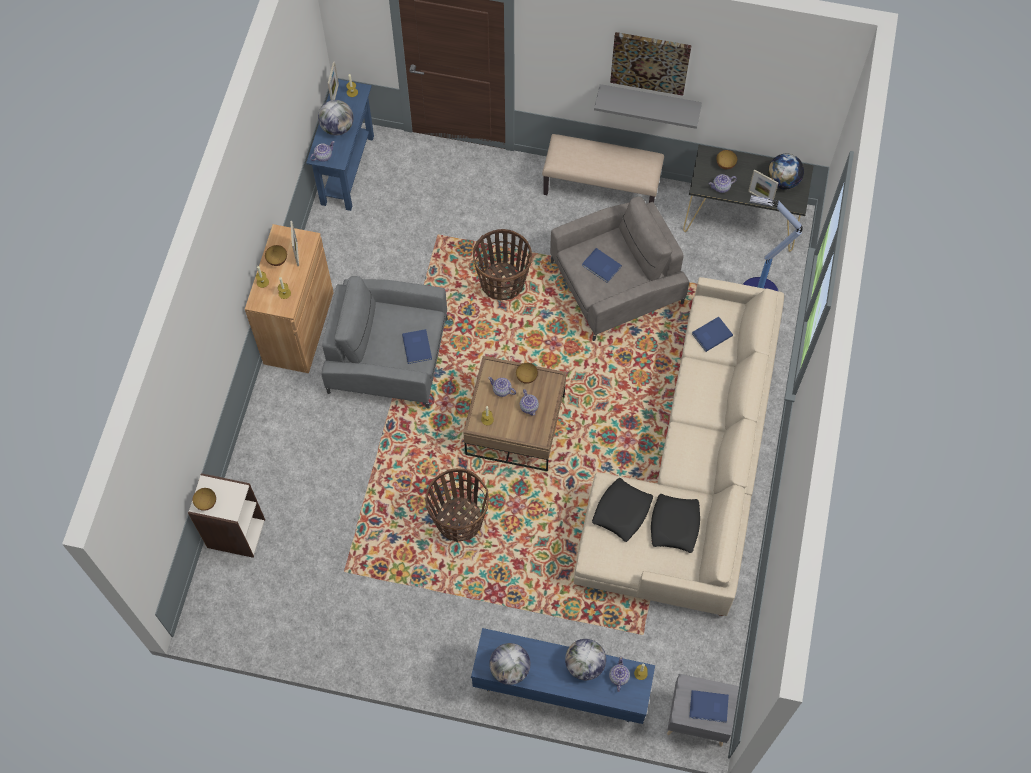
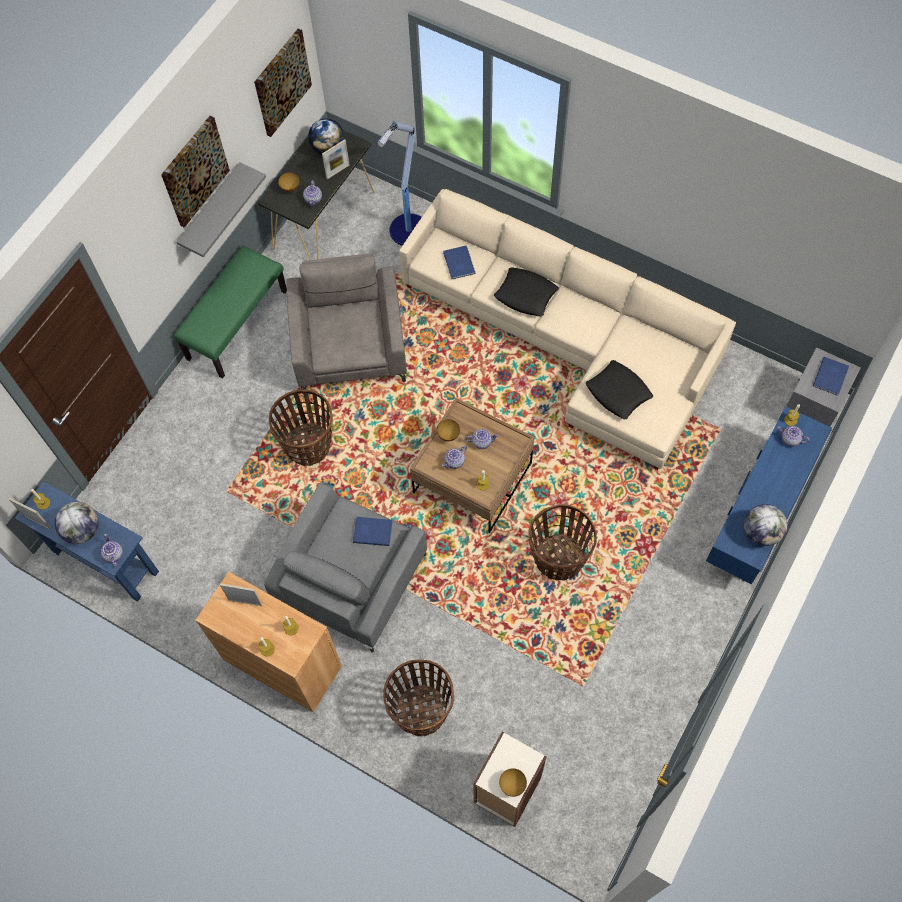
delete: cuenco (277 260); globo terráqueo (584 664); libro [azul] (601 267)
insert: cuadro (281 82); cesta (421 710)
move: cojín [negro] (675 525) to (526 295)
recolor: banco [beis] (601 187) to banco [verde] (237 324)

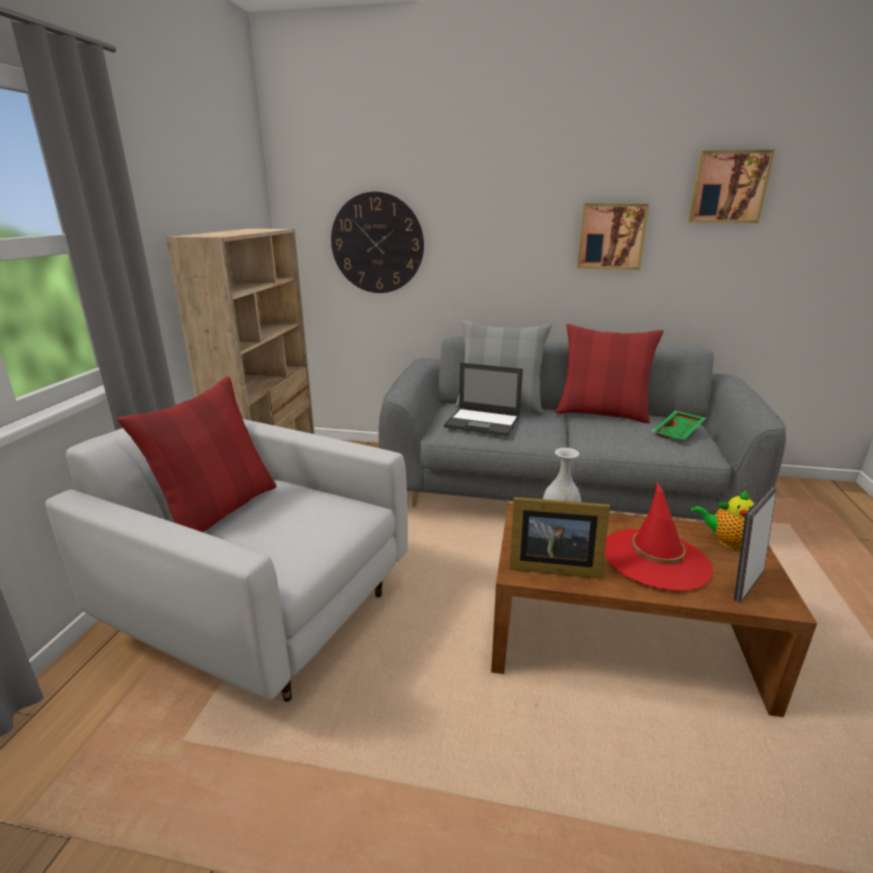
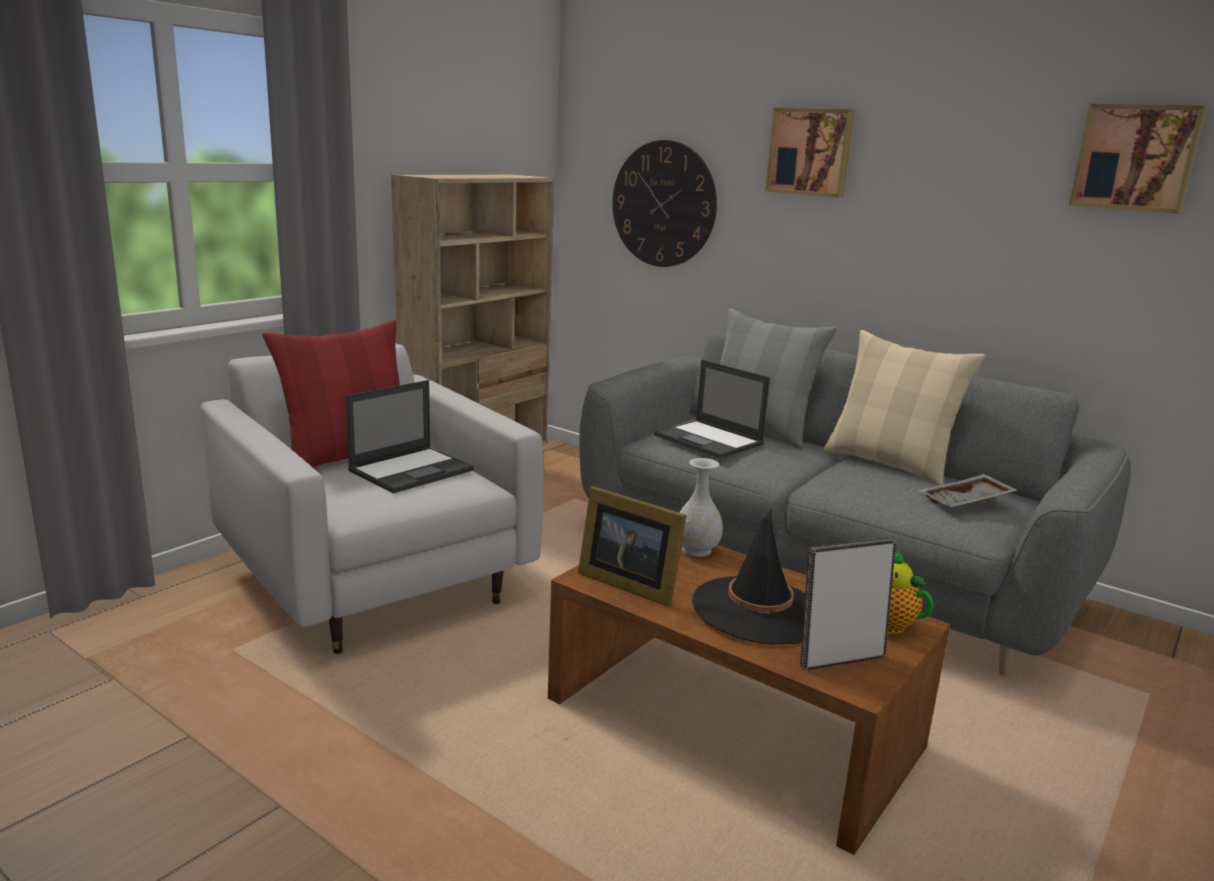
insert: portátil (412 470)
move: cuadro (611 236) to (810 152)
recolor: cojín [rojo] (602 414) to cojín [beis] (889 464); sombrero [rojo] (655 559) to sombrero [negro] (759 611); bandeja [verde] (678 432) to bandeja [gris] (967 502)

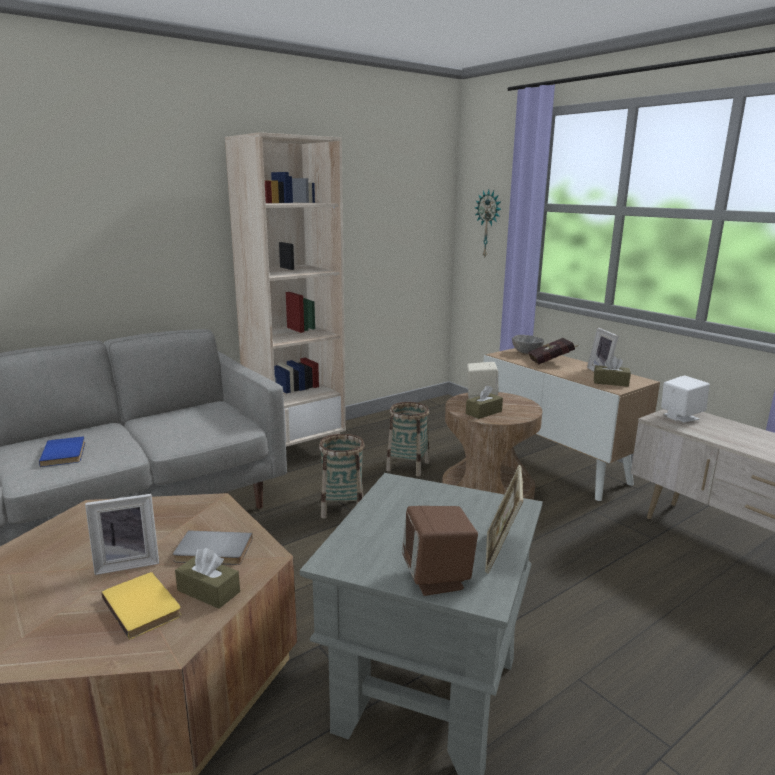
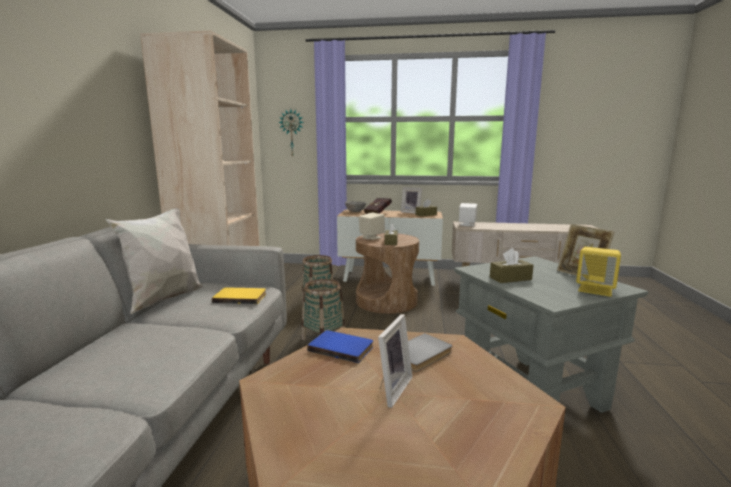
insert: cojín [blanco] (165 300)
move: libro [azul] (66 453) to (342 347); libro [amarillo] (144 606) to (240 297); caja de pañuelos [marrón] (208 591) to (510 278)
recolor: altavoz [marrón] (437 578) to altavoz [amarillo] (595 290)

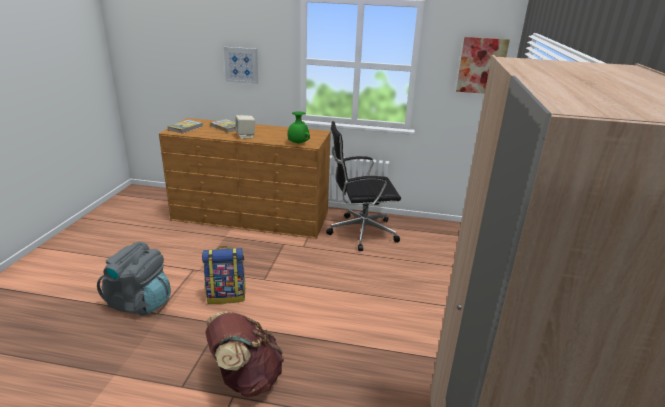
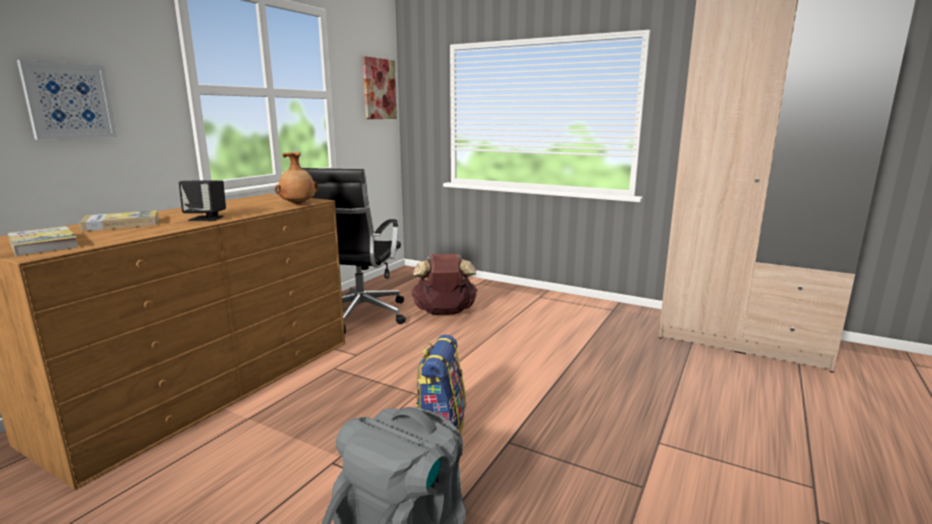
move: mochila [marrón] (246 379) to (444 313)
recolor: altavoz [beis] (245 136) to altavoz [negro] (207 218); florero [verde] (298 143) to florero [marrón] (298 204)

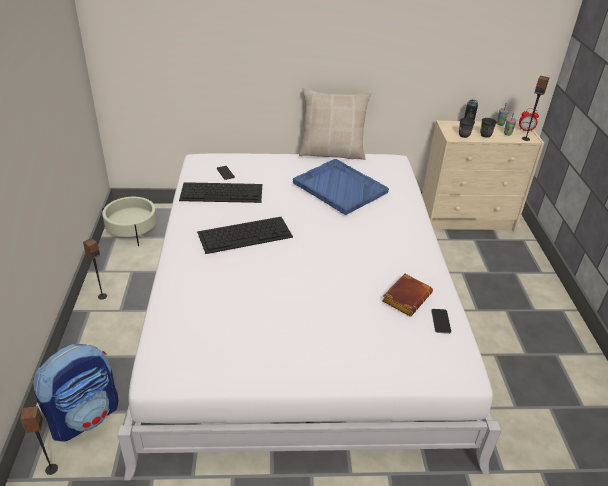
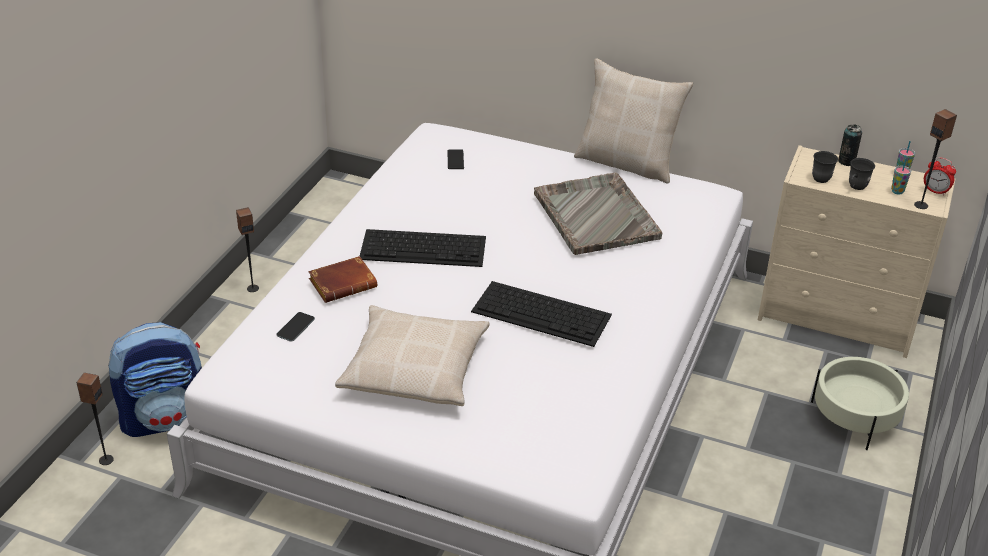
insert: cojín [beis] (415 368)
move: maceta [beis] (132 231) to (855 417); teclado (222 192) to (542 313); libro [marrón] (406 297) to (344 283); móvil (441 321) to (295 327)
recolor: bandeja [azul] (339 187) to bandeja [gris] (595 215)

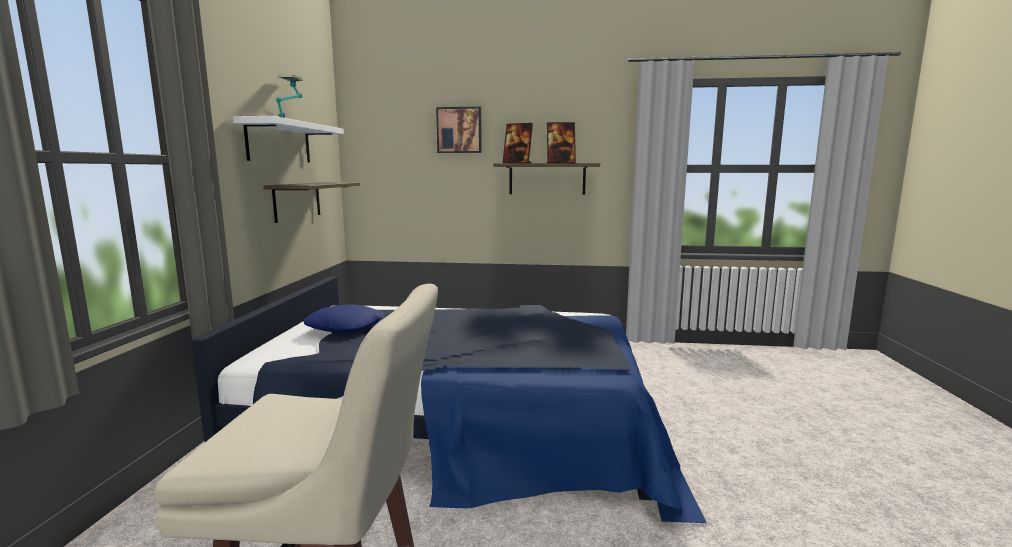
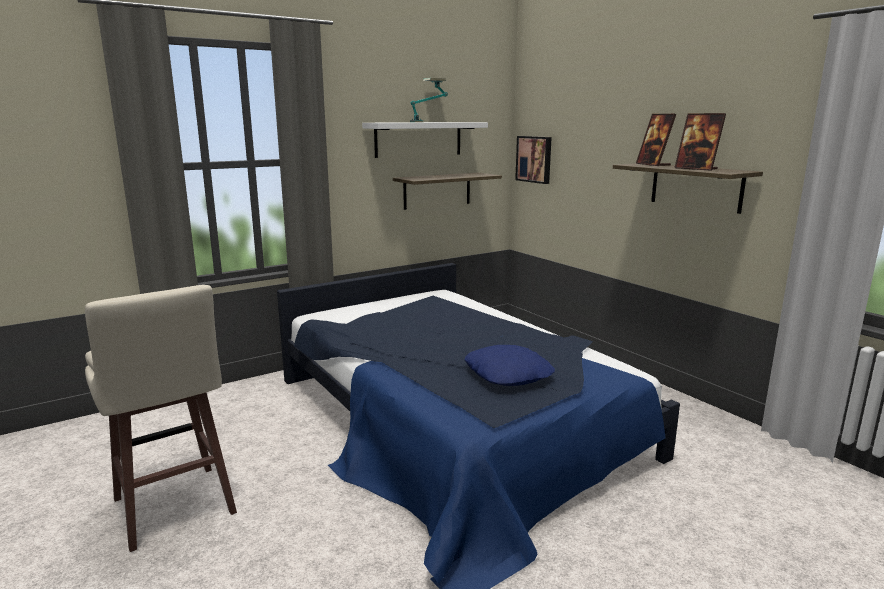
move: cojín [azul] (345 326) to (508 374); cuadro (459 130) to (534 159)

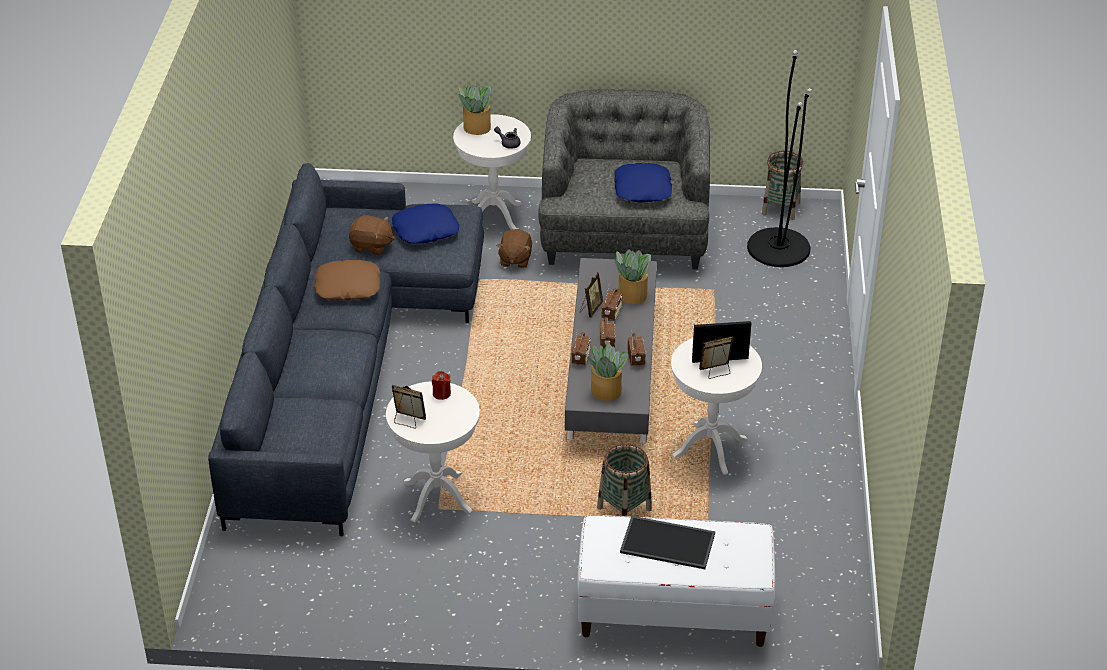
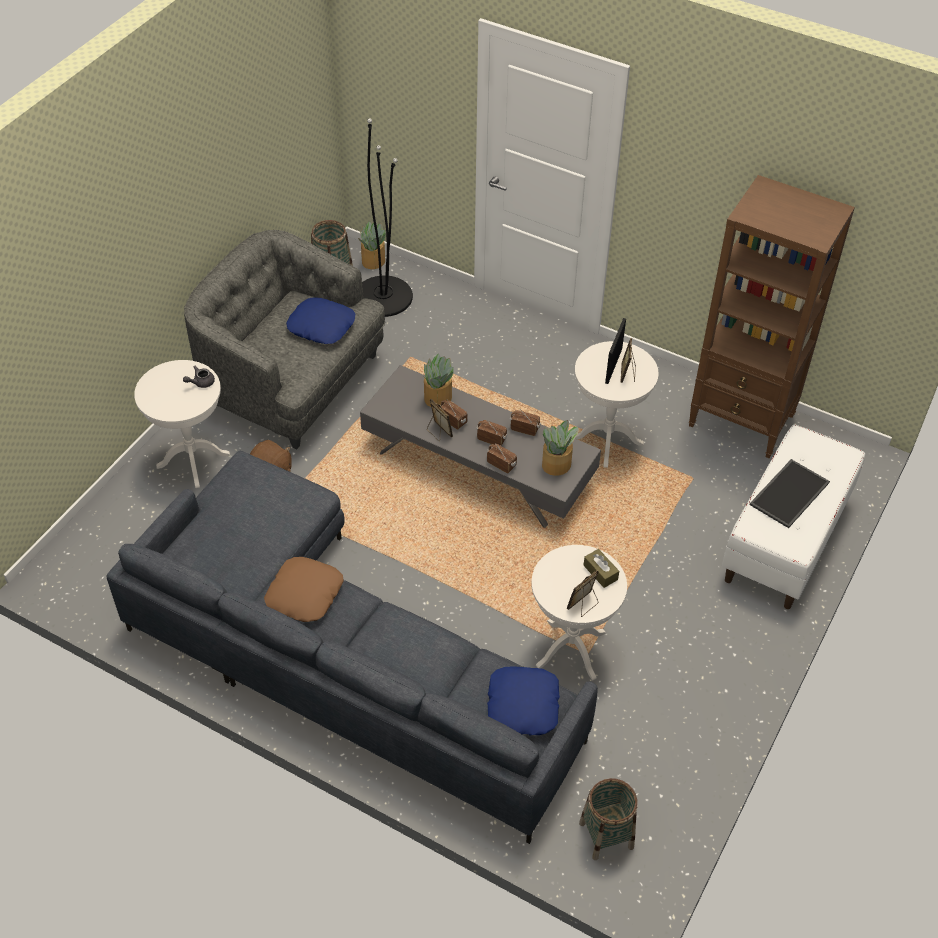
delete: peluche [marrón] (371 246); vela [rojo] (441 394)
insert: caja de pañuelos [marrón] (600 572); estantería [marrón] (742 421)
move: cojín [azul] (425 229) to (522 705); planta en maceta (476 127) to (373 261); cesta (624 509) to (606 835)

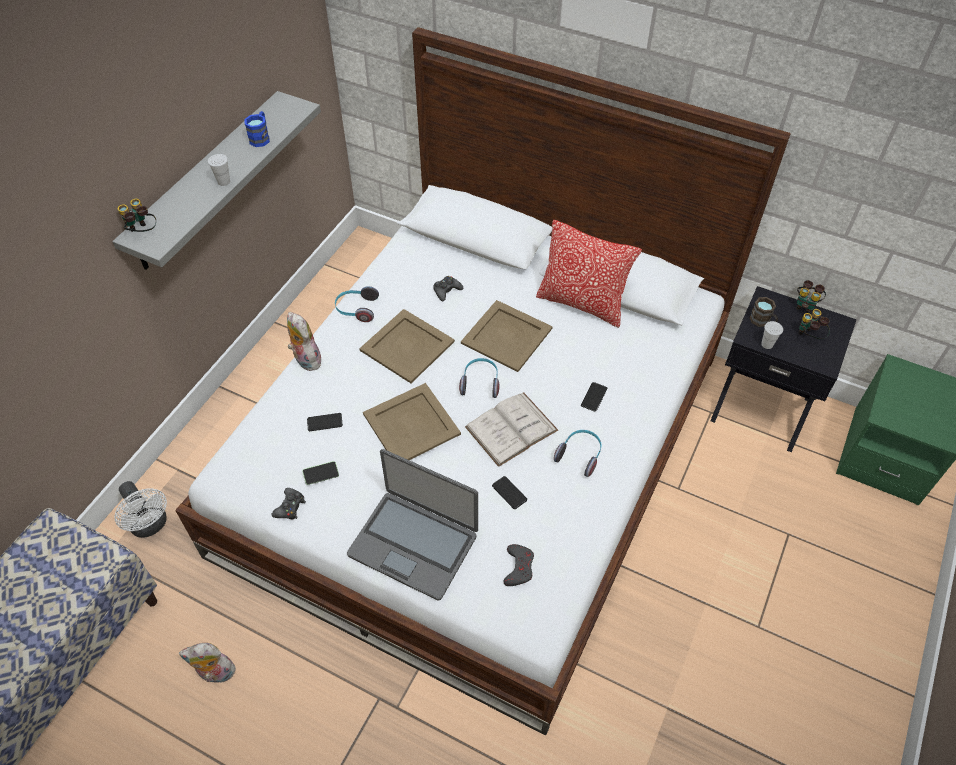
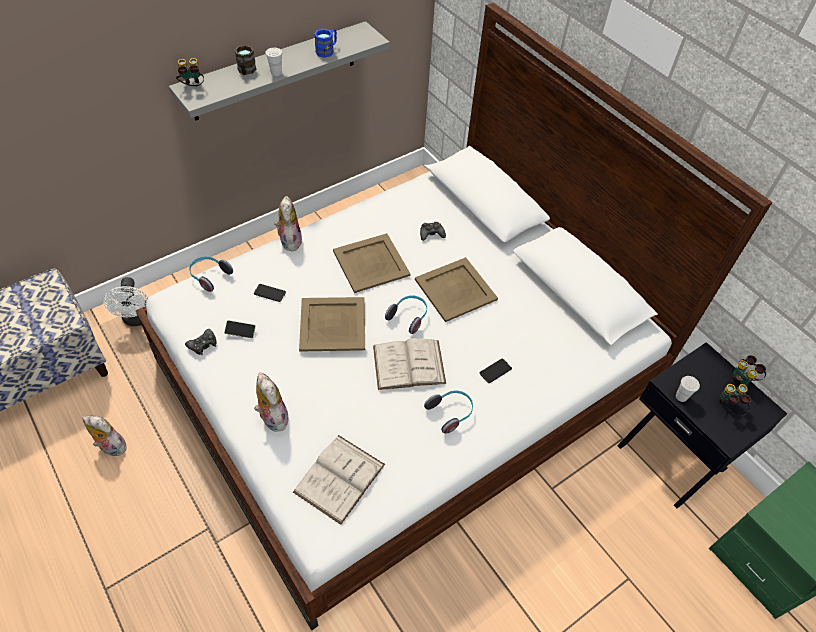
delete: móvil (509 493); cojín (582 303)
move: auriculares (356 309) to (209 276); taza grande [marrón] (762 322) to (246 71)
replace: portátil (414 544) to peluche (272 417); mando de consola [gris] (518 567) to libro [blanco] (339 478)

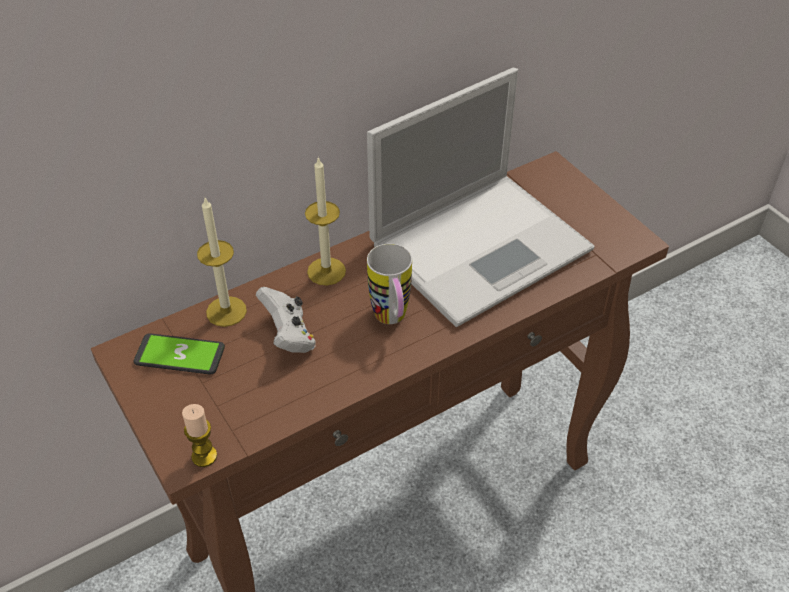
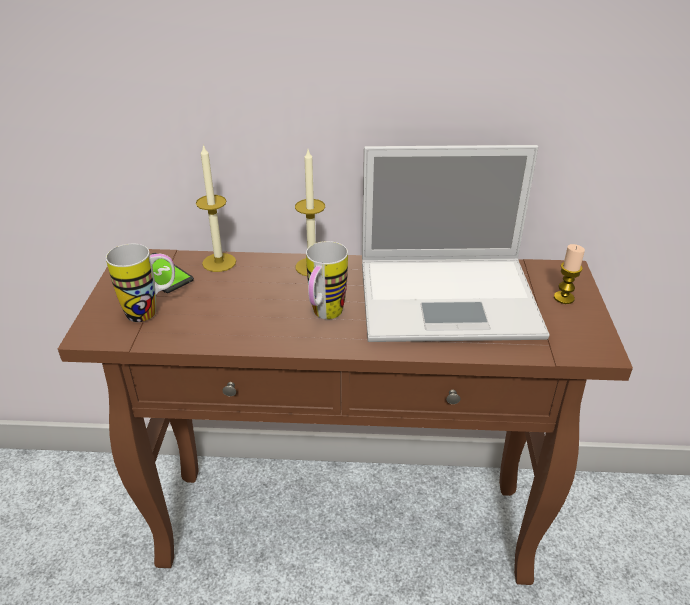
delete: mando de consola [blanco] (289 336)
insert: taza grande (151 312)
move: vela (204 456) to (564 298)

